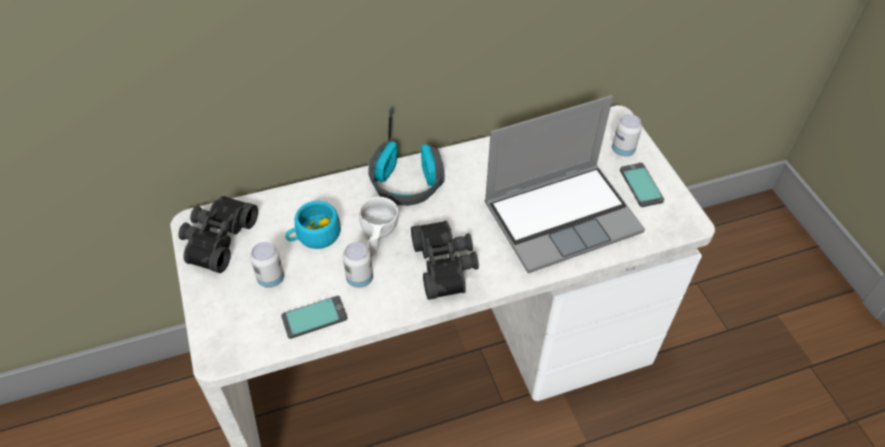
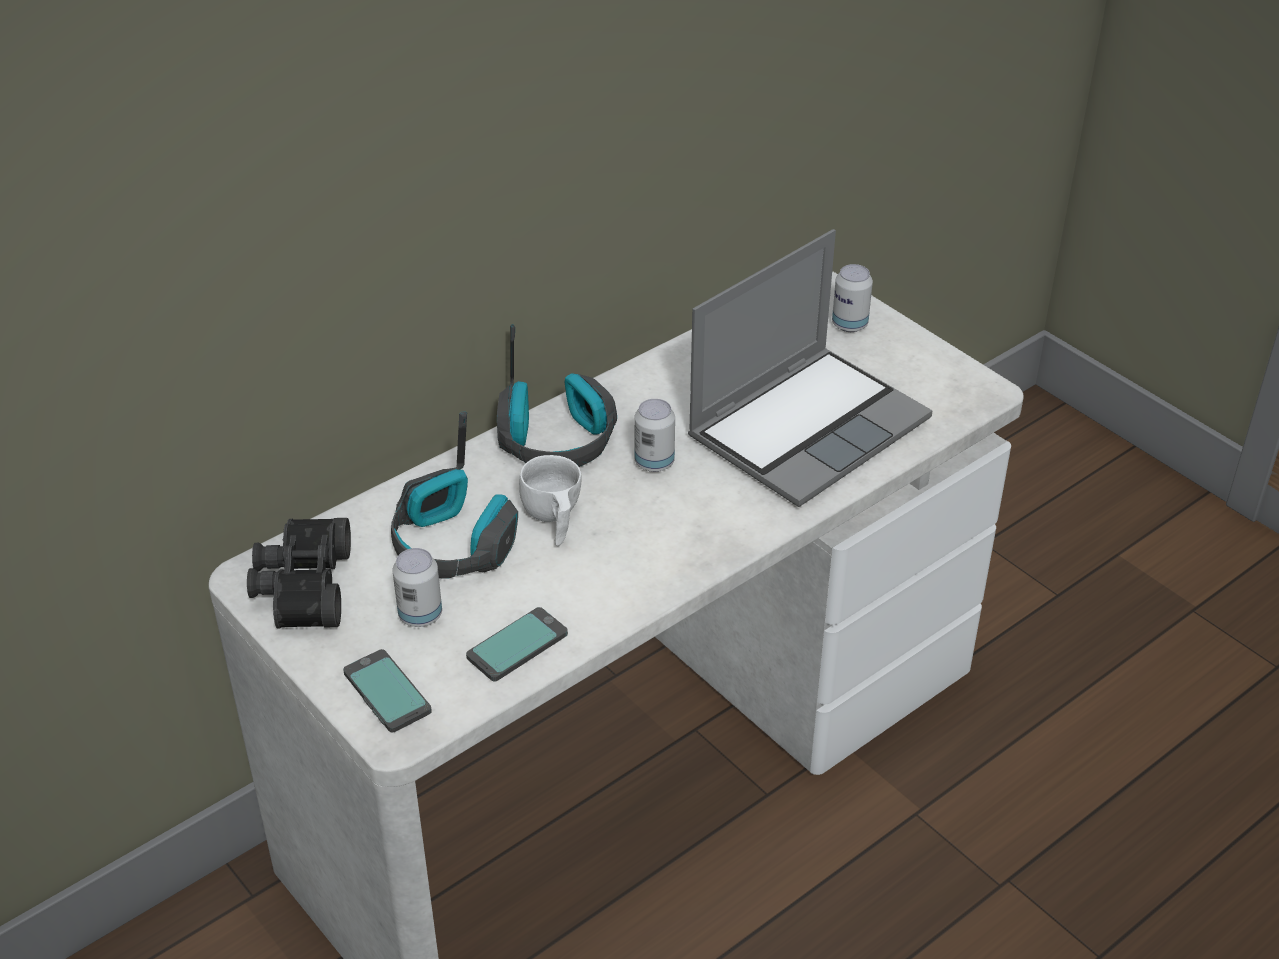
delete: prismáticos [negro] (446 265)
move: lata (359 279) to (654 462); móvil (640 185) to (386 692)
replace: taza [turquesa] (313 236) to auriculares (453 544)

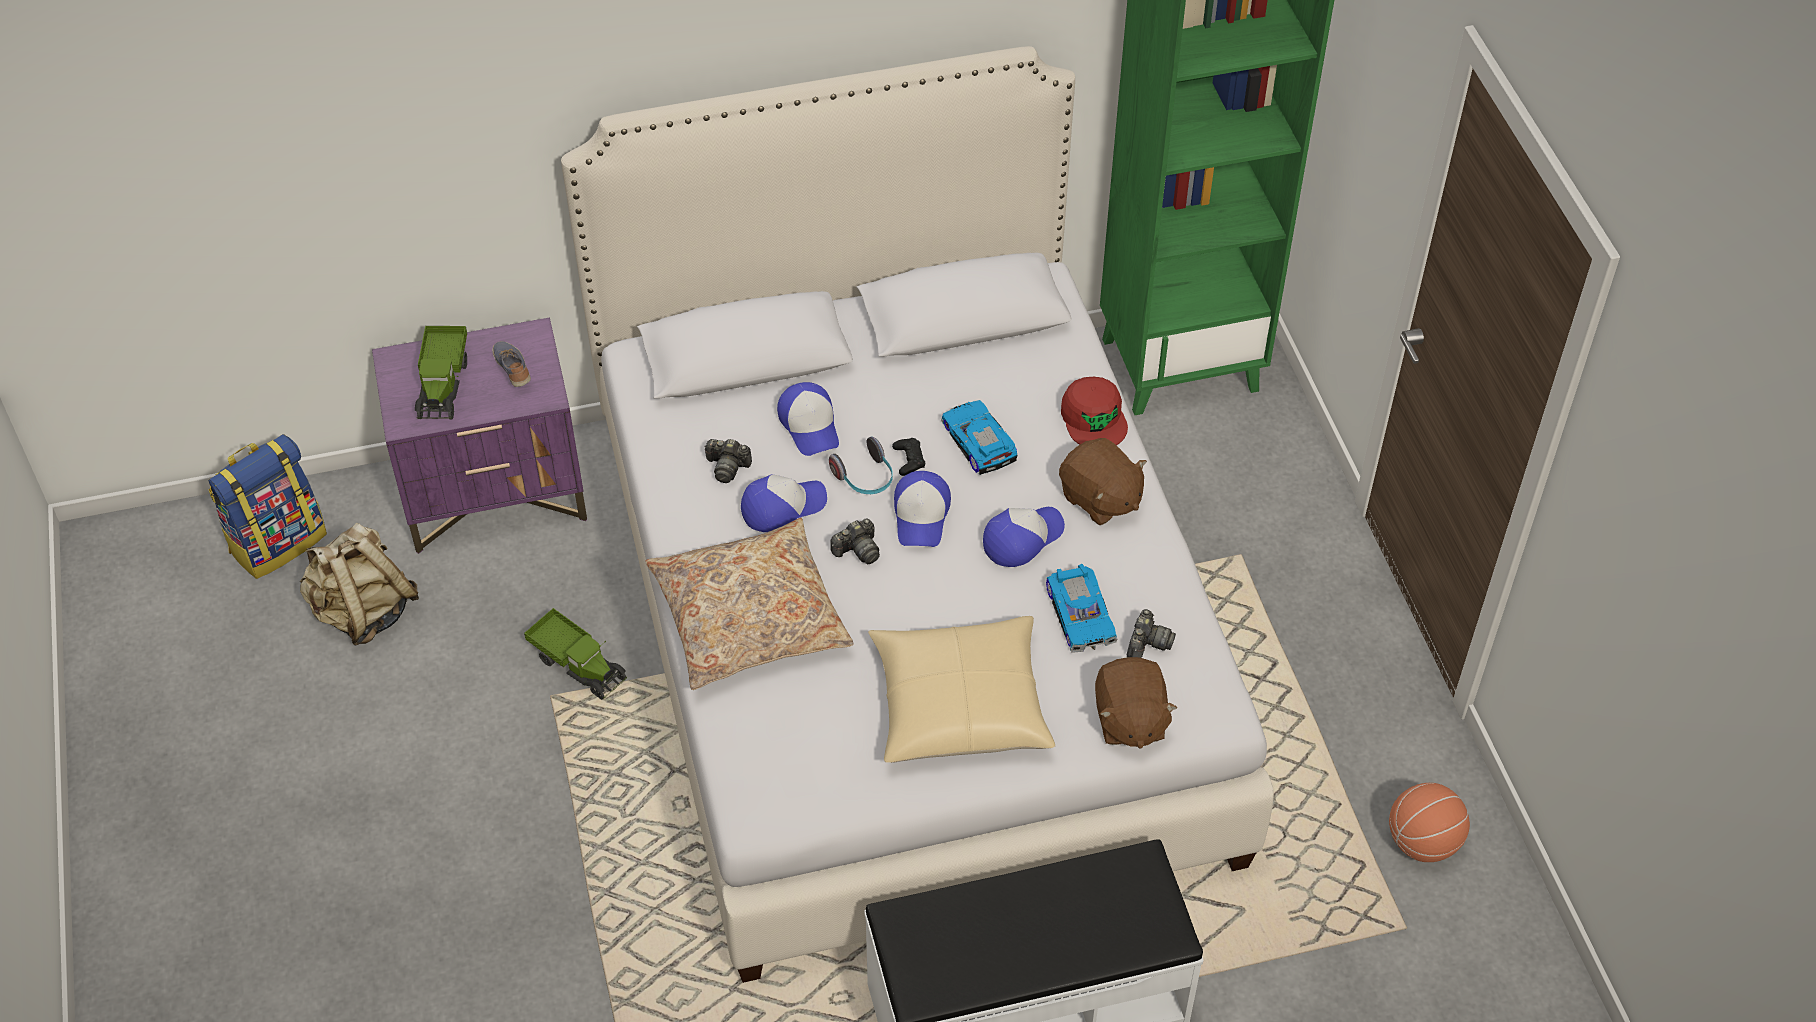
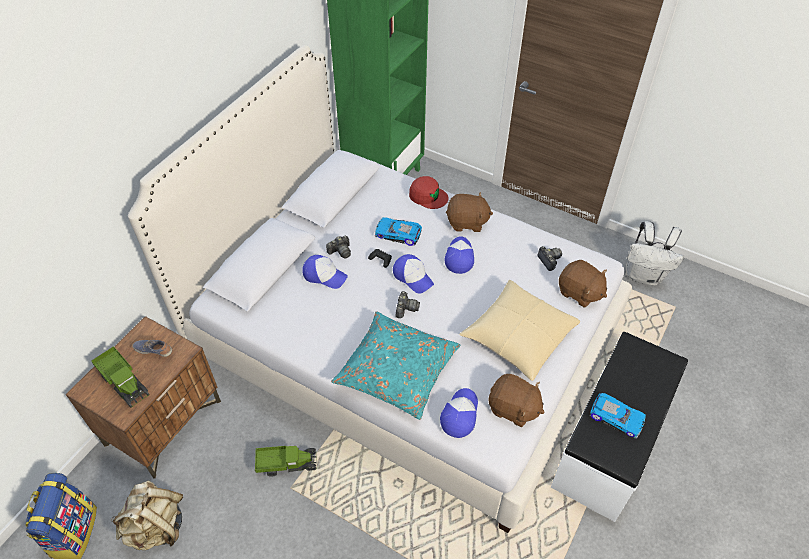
delete: auriculares (865 478)
insert: peluche [marrón] (513 408)
move: cámara (727 467) to (340 251); gorra (782 506) to (459 414); coche de juguete (1082 614) to (616 417)
replace: balón de baloncesto (1423 842) to mochila [blanco] (644 275)
recolor: mesita de noche [morado] (495 493) to mesita de noche [marrón] (164 422); cojín [beis] (749 618) to cojín [turquesa] (397 371)

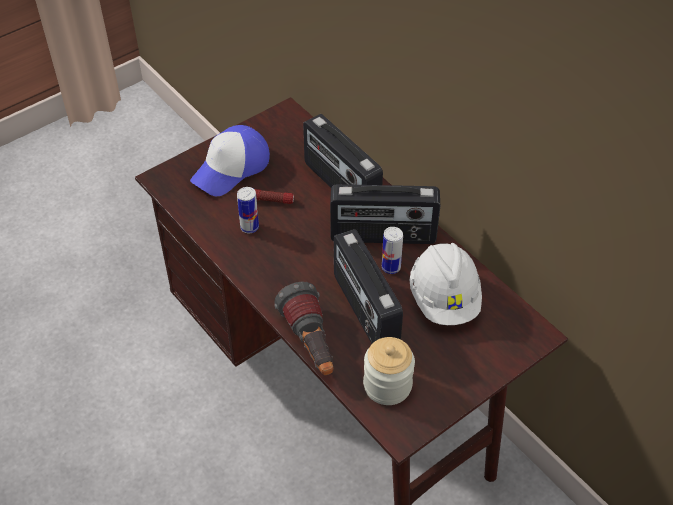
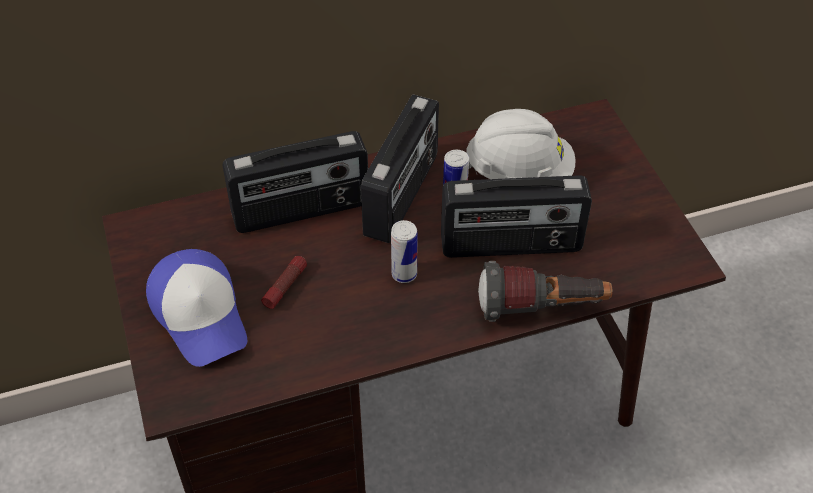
delete: tarro (387 385)
move: lata (249 227) to (404 274)

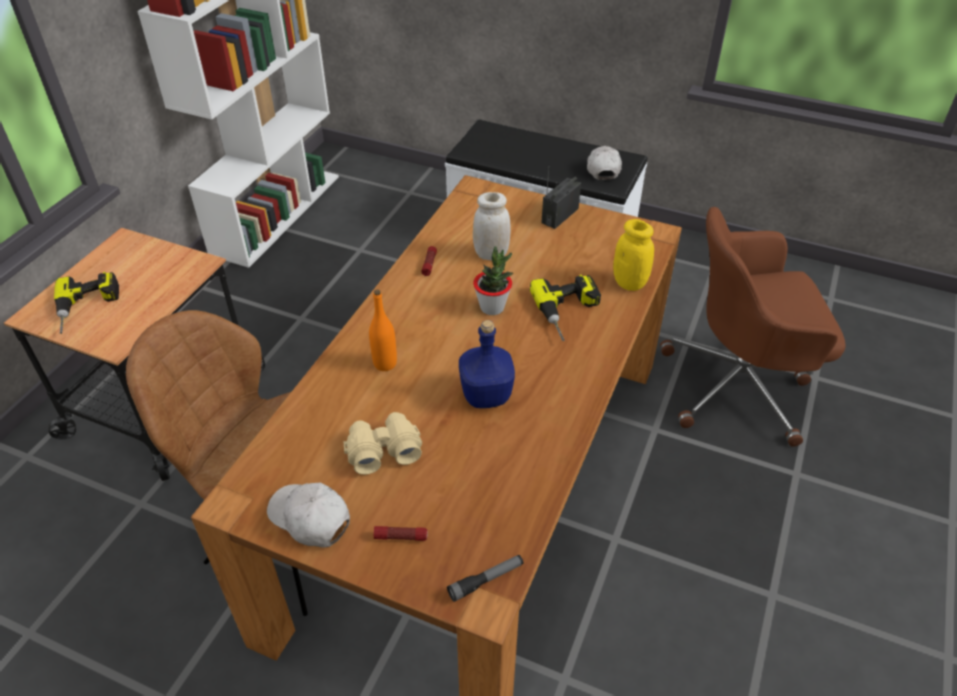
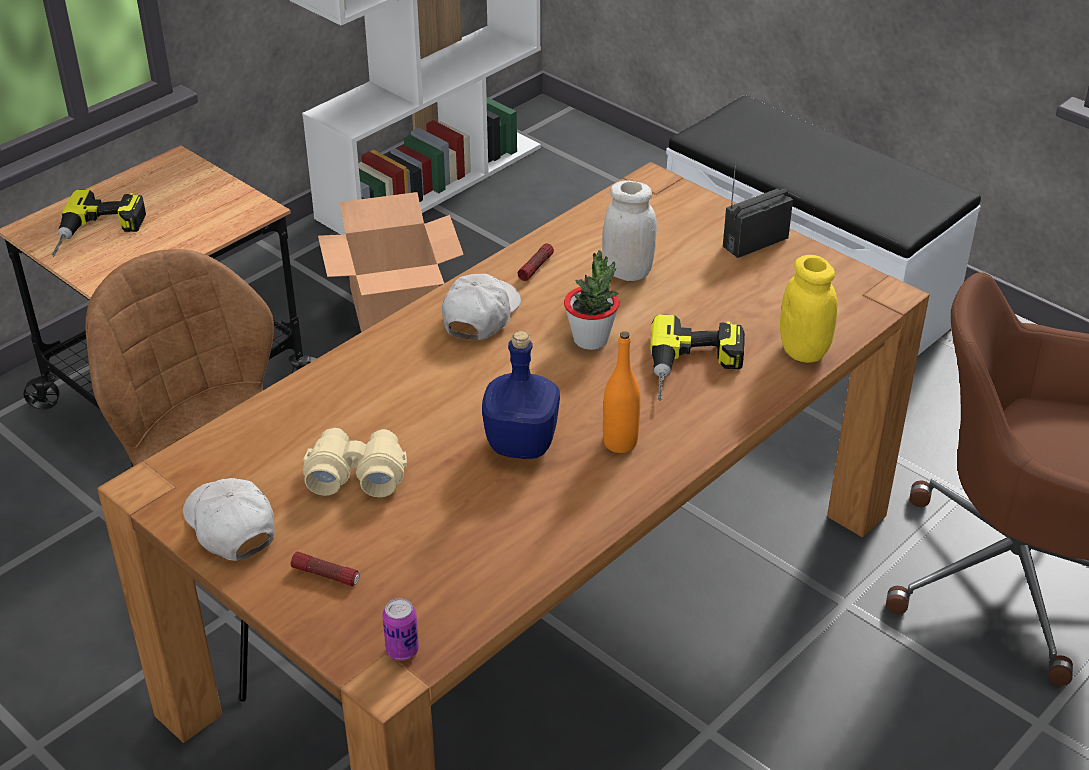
insert: caja de cartón (396 305)
move: botella [naranja] (385 363) to (620 443); gorra [blanco] (602 168) to (480 315)
replace: linterna (486 580) to lata (402 650)

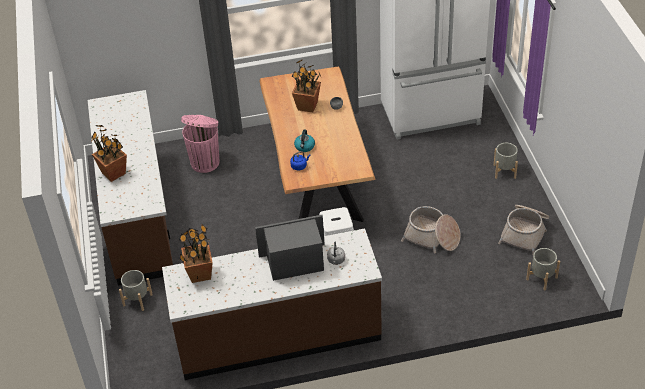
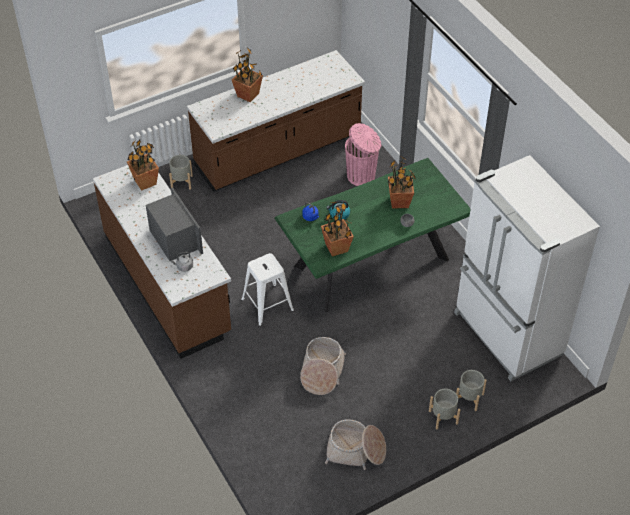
insert: planta en maceta (336 248)
move: maceta [gris] (541 278) to (469 398)
recolor: mesa de comedor [marrón] (317 178) to mesa de comedor [verde] (371 263)

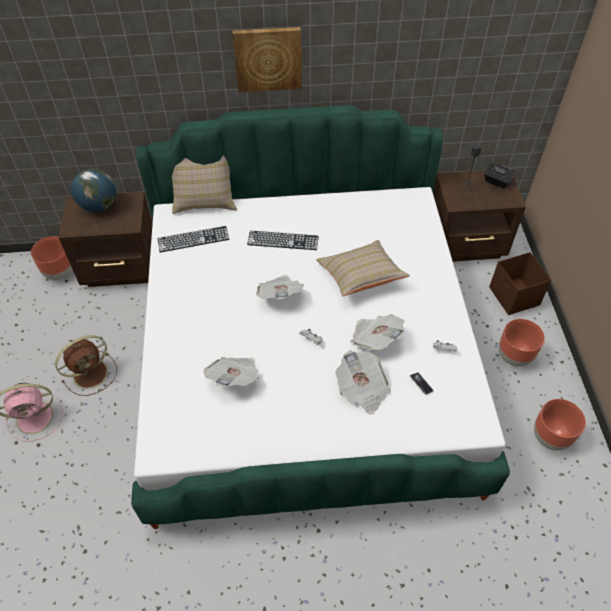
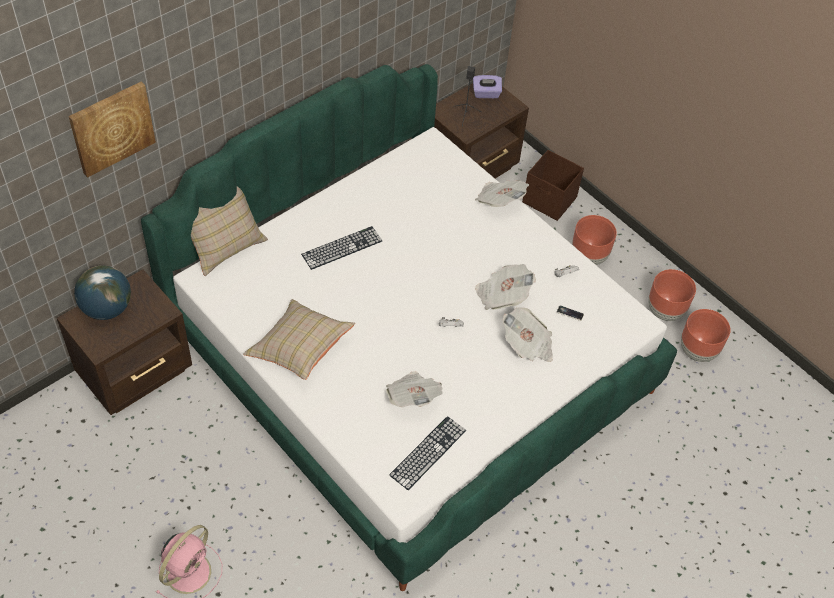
delete: ventilador [marrón] (92 373)
move: maceta [marrón] (59 272) to (697 351); teclado (193 239) to (428 452); cuadro (268 59) to (111 127); periódico (280 295) to (499 201); cojín [beis] (360 277) to (299 348)
recolor: caja de pañuelos [negro] (496 182) to caja de pañuelos [morado] (486 94)

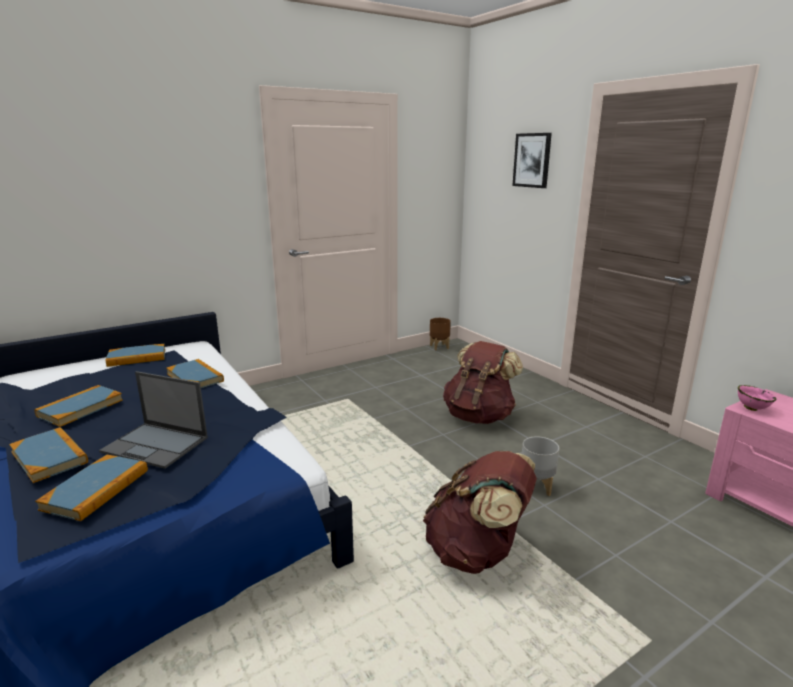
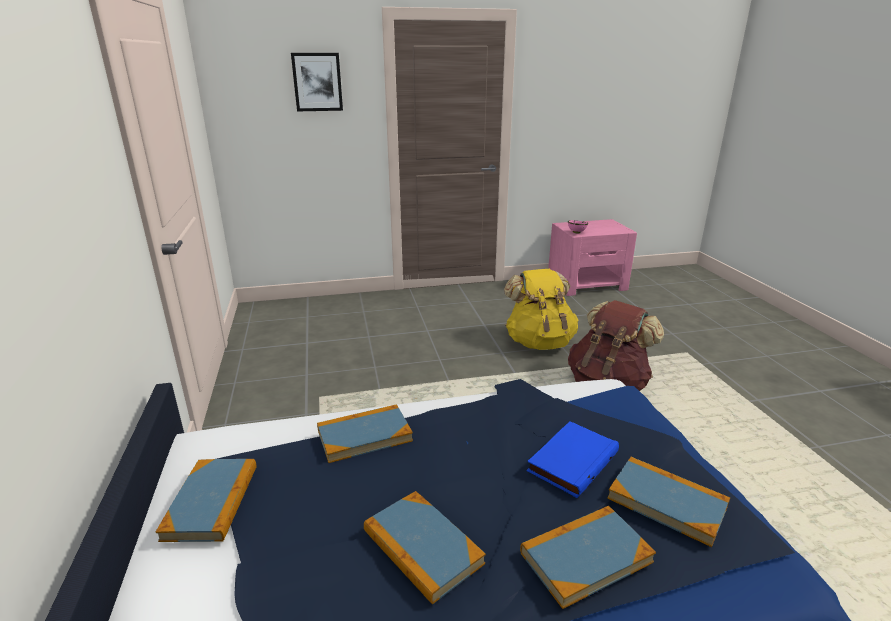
delete: maceta [marrón] (439 347); mochila [marrón] (479 416)
replace: portátil (156 445) to libro [azul] (571 460); maceta [gris] (537 487) to mochila [amarillo] (539 342)

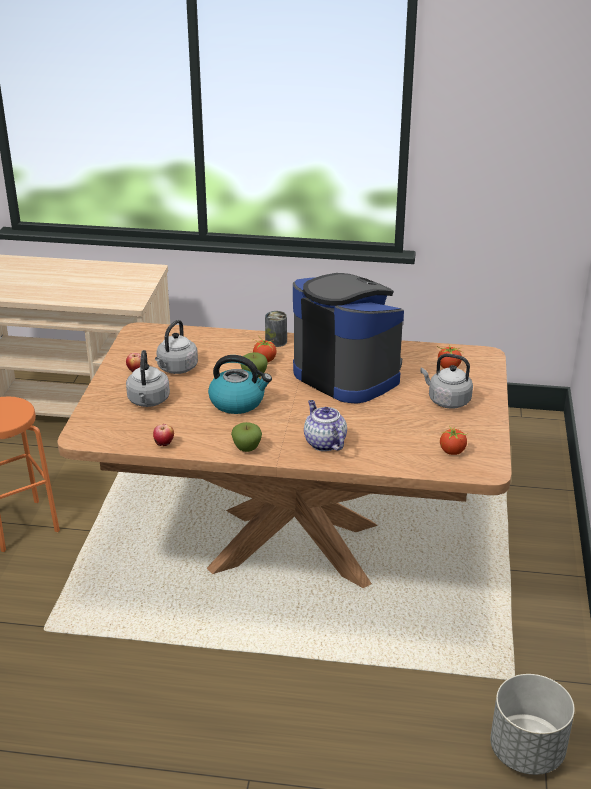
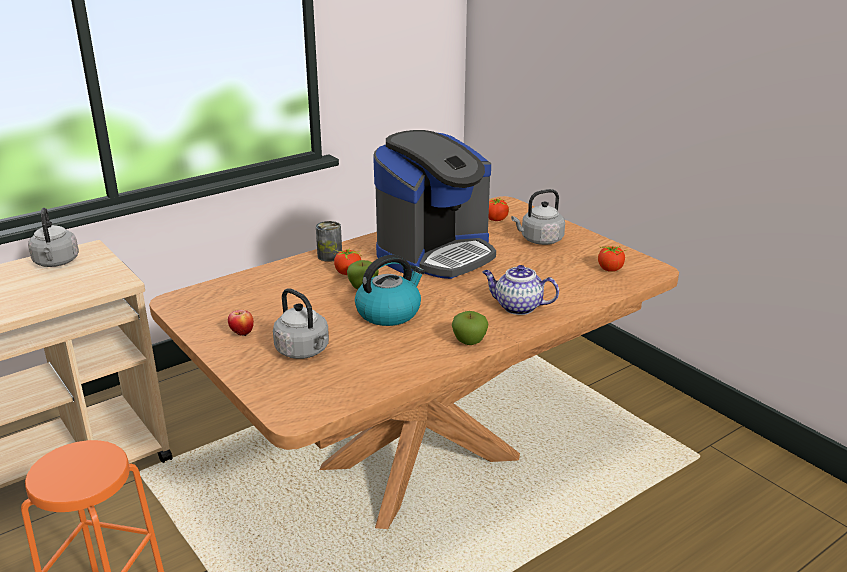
delete: manzana (164 445); maceta [gris] (527 751)
move: hervidor [gris] (176 369) to (56 263)
rotate: cafetera (347 374) = (435 254) 135 degrees clockwise

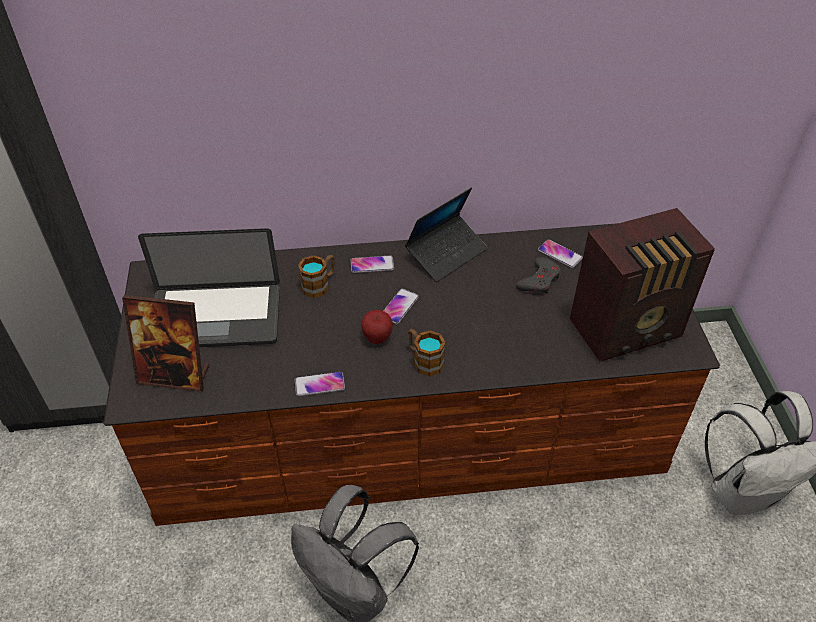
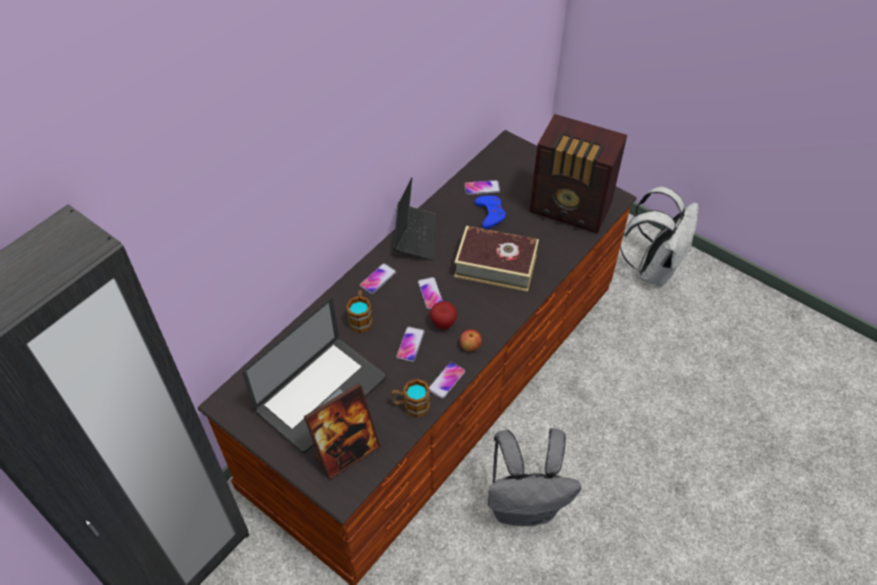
insert: móvil (410 344); libro (496 265); manzana (470 346)
move: taza grande (424 360) to (411 405)
recolor: mando de consola [gris] (539 280) to mando de consola [azul] (490 214)
rotate: radio (628 329) = (571 209) 90 degrees clockwise

